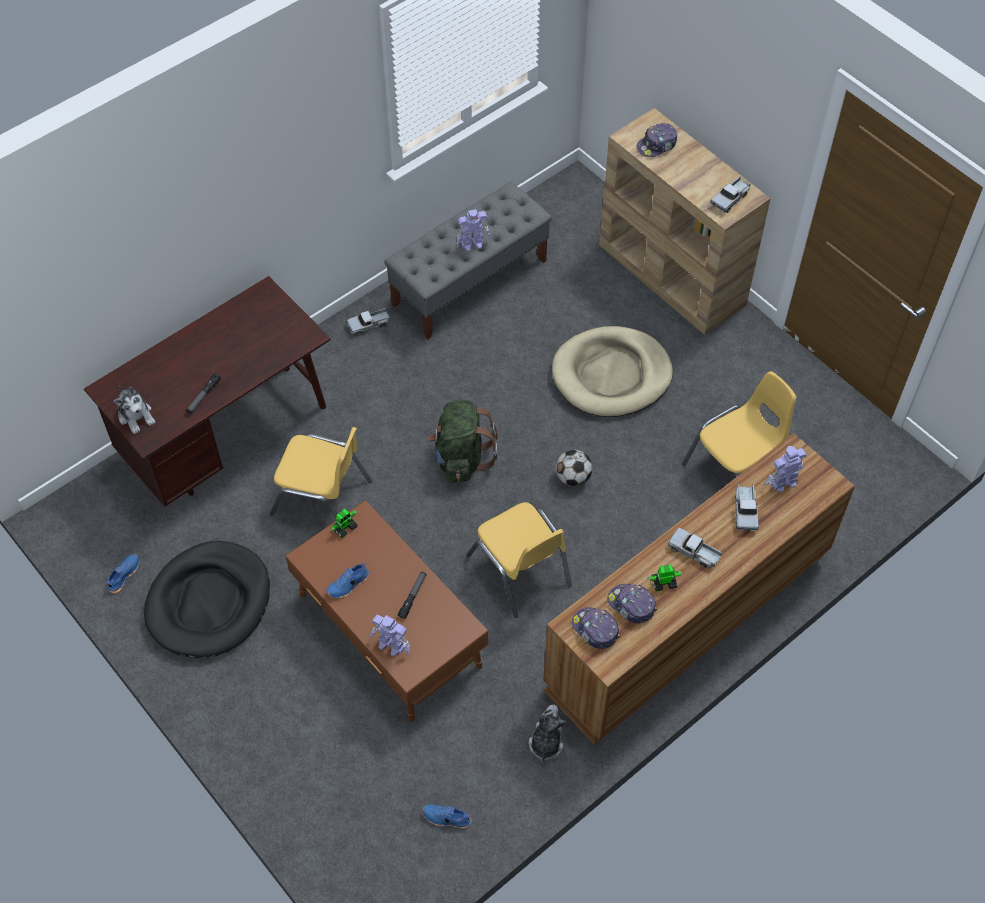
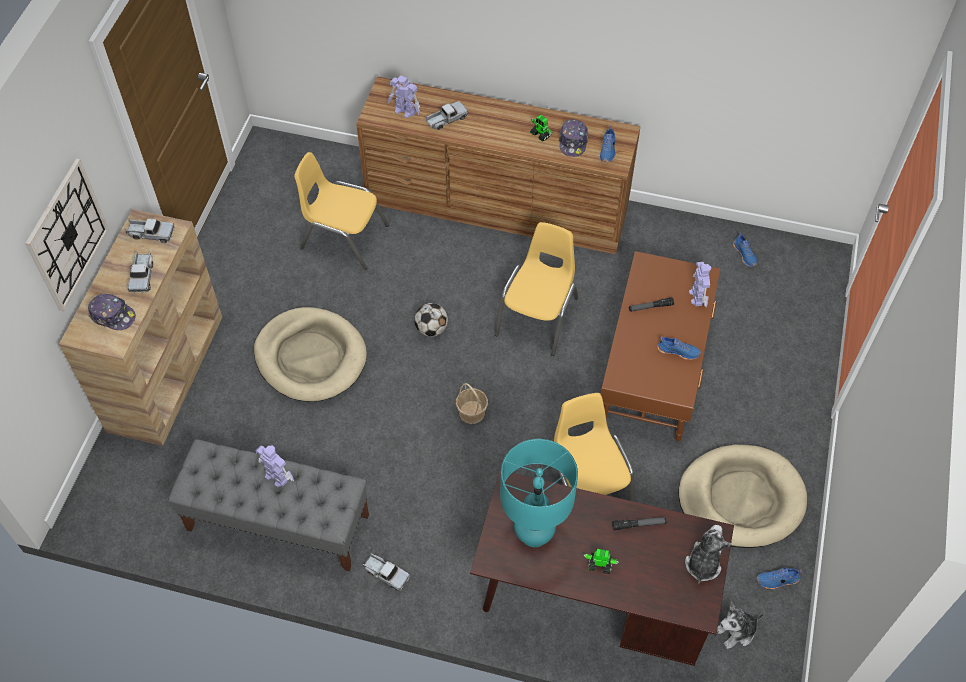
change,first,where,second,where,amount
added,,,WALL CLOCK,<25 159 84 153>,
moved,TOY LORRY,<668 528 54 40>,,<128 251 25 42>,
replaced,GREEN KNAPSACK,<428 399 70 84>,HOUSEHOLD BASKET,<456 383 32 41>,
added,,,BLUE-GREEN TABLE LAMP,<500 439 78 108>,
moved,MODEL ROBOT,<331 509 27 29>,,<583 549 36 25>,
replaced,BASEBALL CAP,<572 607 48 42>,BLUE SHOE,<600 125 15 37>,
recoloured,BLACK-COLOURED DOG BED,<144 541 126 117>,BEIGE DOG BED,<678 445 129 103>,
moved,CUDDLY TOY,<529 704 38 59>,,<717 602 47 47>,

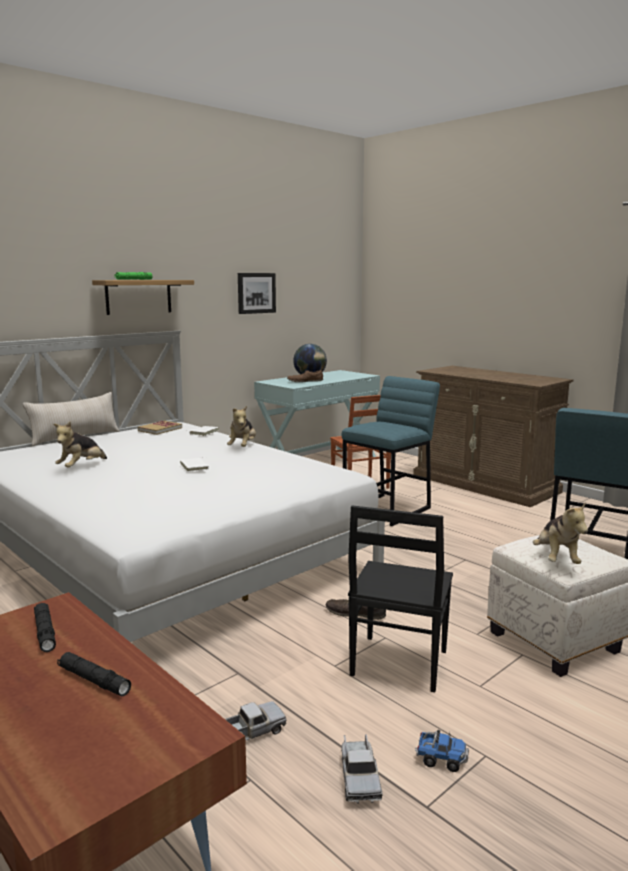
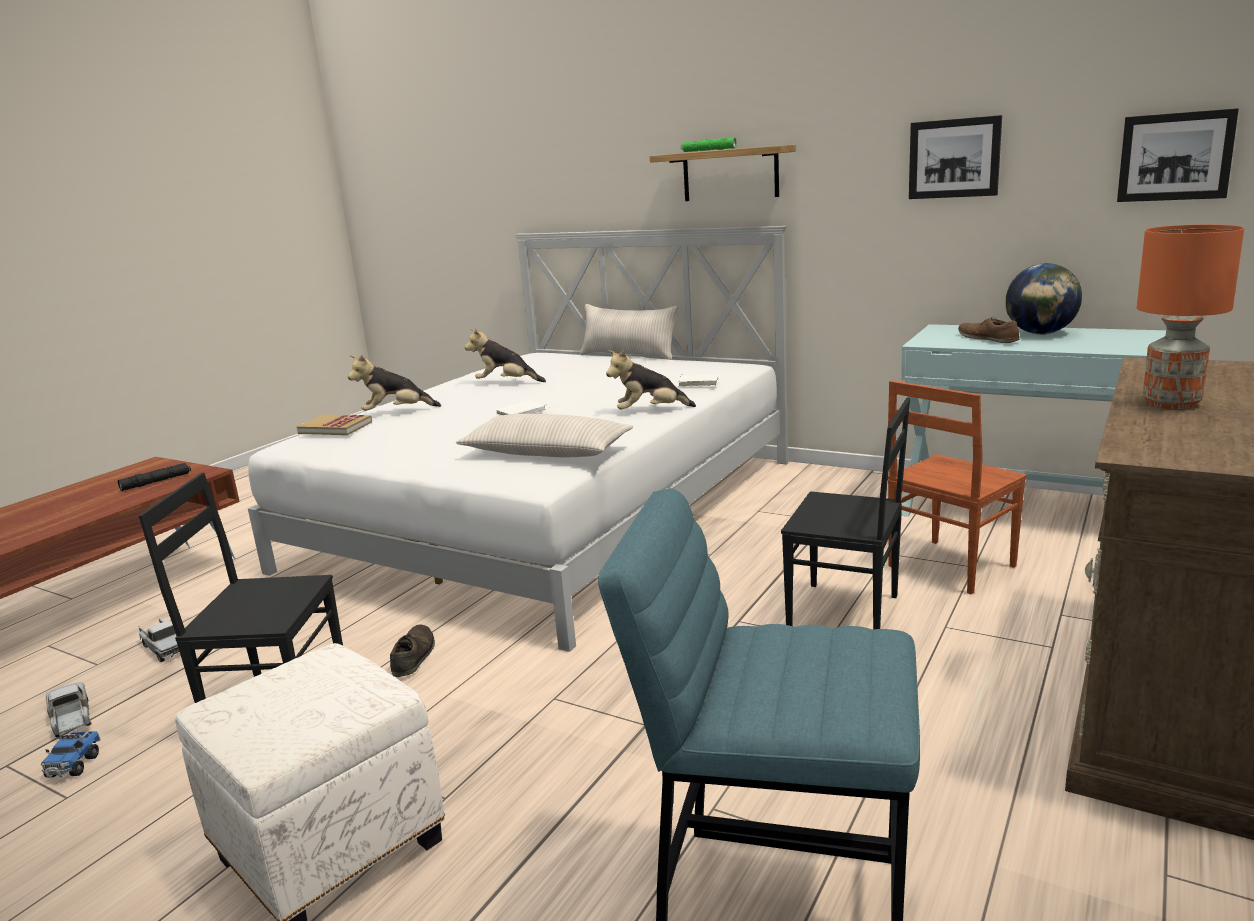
change,first,where,second,where,amount
turned,TOY LORRY,<341 734 42 70>,,<46 682 45 55>,75 degrees clockwise
moved,BOOK,<138 421 44 14>,,<297 415 75 20>,
moved,CUDDLY TOY,<533 502 55 62>,,<348 355 93 56>,
added,,,BEIGE PILLOW,<456 414 177 43>,
replaced,BLUE STOOL SEAT,<342 376 98 150>,BLACK-COLOURED CHAIR,<781 398 129 231>,
added,,,WALL ART,<1117 108 122 94>,
added,,,ORANGEY TABLE LAMP,<1137 224 107 185>,
removed,BLACK-COLOURED HAND TORCH,<57 652 74 44>,,,

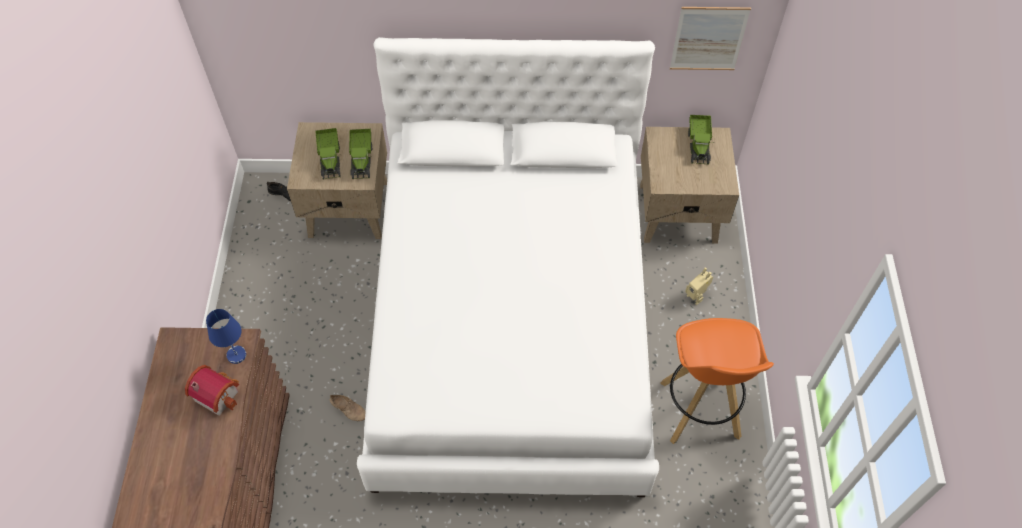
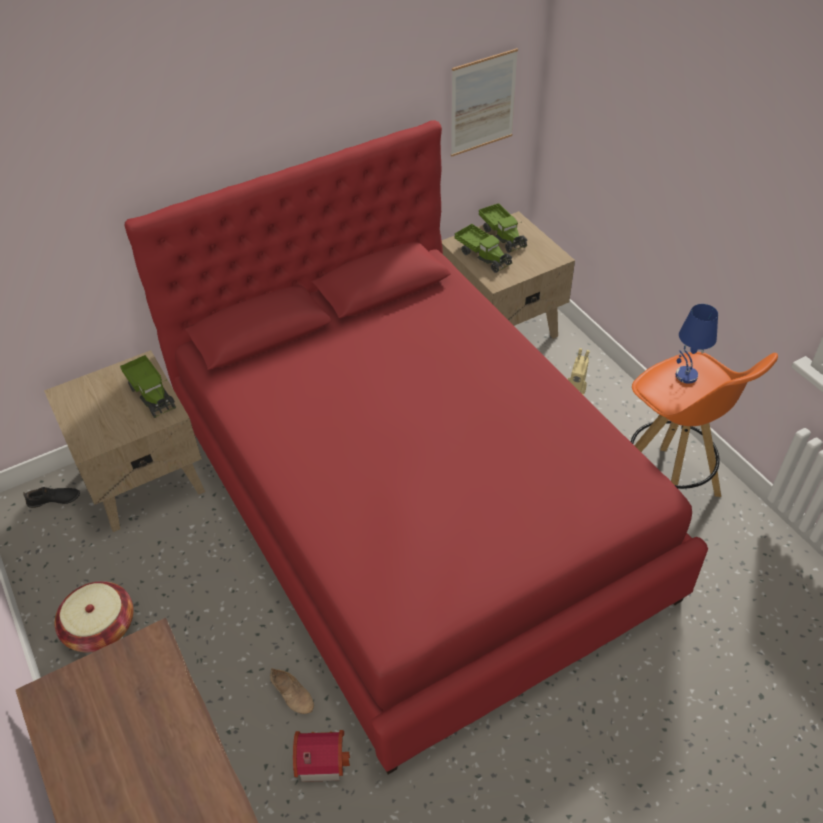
change,first,where,second,where,amount
added,,,HOUSEHOLD BASKET,<54 581 79 71>,
recoloured,WHITE-COLOURED SLEEPING BED,<357 37 302 460>,RED SLEEPING BED,<125 120 583 654>,
turned,BEIGE SHOE,<330 395 36 26>,,<270 668 44 46>,45 degrees clockwise
moved,MINIATURE HOUSE,<185 365 54 51>,,<293 730 57 52>,
moved,TOY LORRY,<315 128 26 52>,,<455 224 57 49>,
moved,BLUE TABLE LAMP,<206 309 40 55>,,<676 304 42 79>,

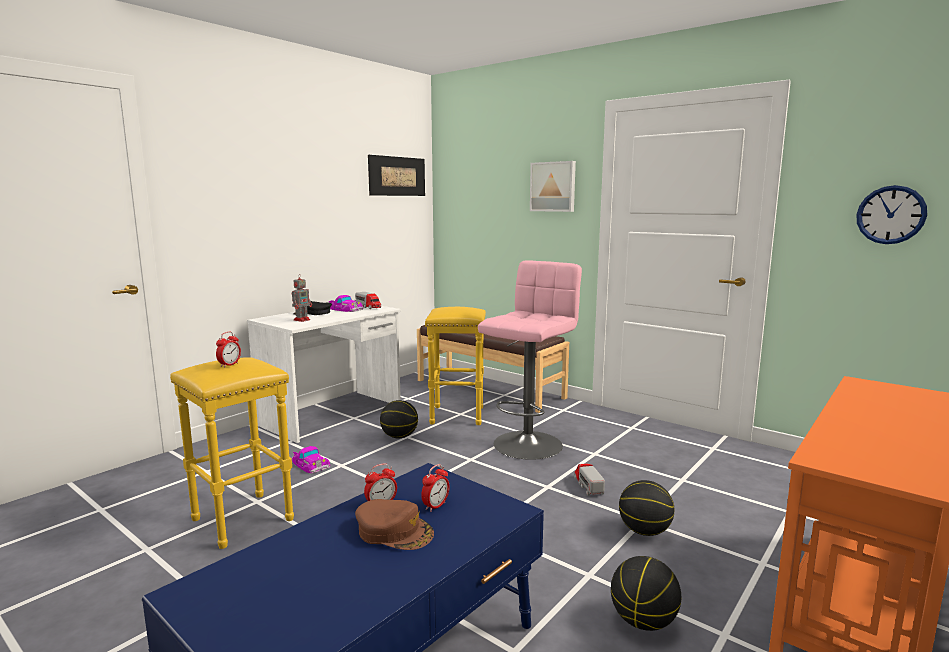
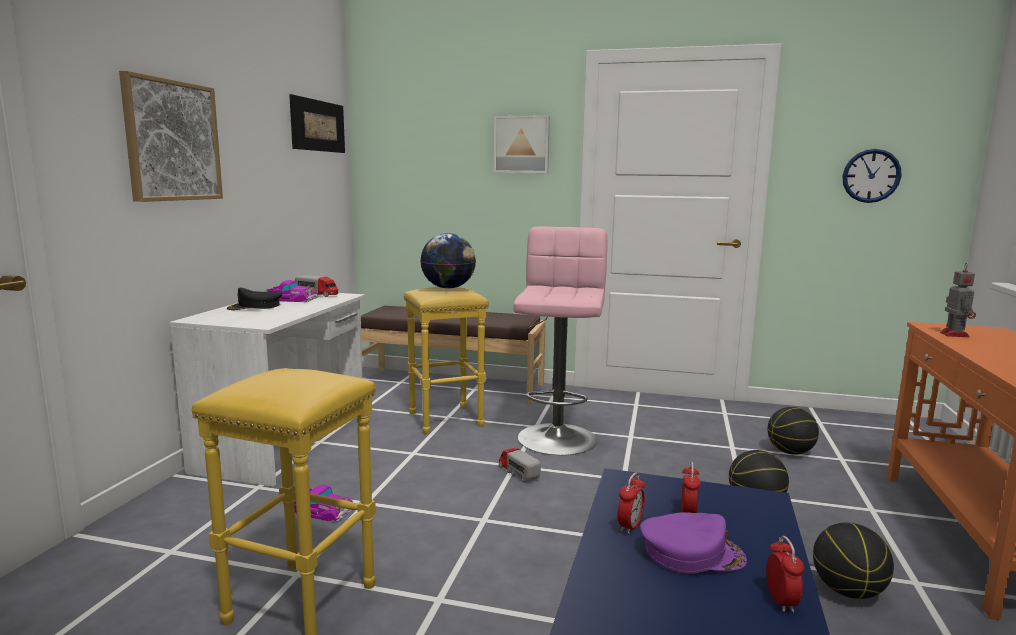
change,first,where,second,where,amount
added,,,WALL ART,<119 71 104 131>,
added,,,GLOBE,<420 233 56 56>,
moved,TOY LORRY,<574 463 31 33>,,<499 448 42 35>,
recoloured,BROWN BASEBALL CAP,<355 499 79 51>,PURPLISH BASEBALL CAP,<640 512 107 62>,
moved,ALARM CLOCK,<216 332 25 36>,,<766 536 38 77>,
moved,BASKETBALL,<380 400 38 38>,,<767 407 52 48>,
moved,MODEL ROBOT,<292 274 20 48>,,<940 263 36 74>,

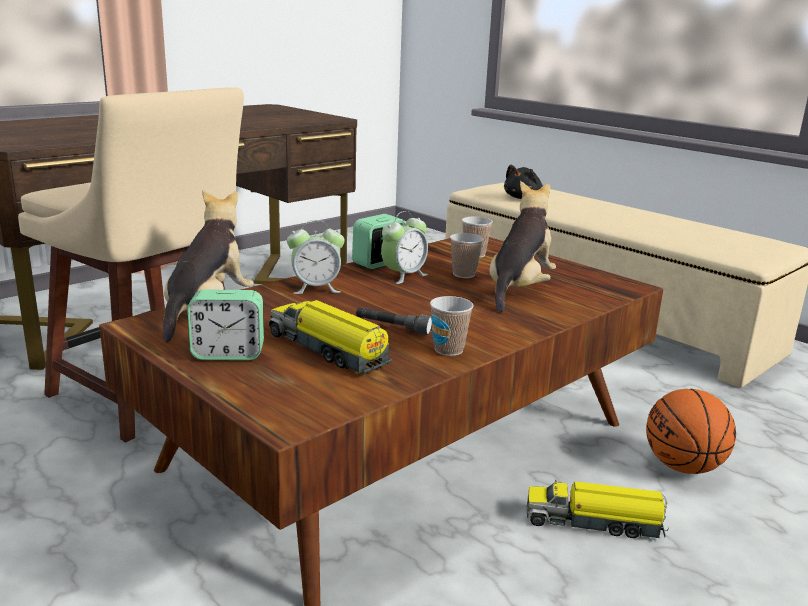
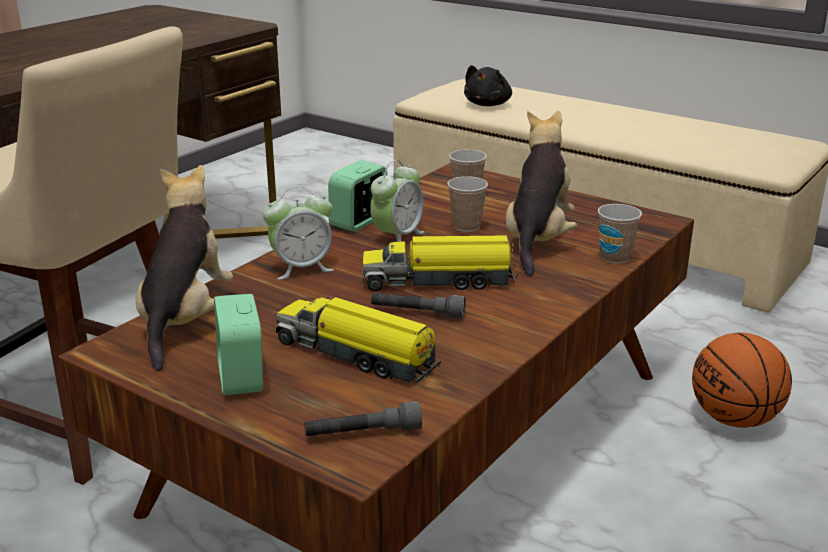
change,first,where,second,where,amount
turned,ALARM CLOCK,<187 290 77 70>,,<214 294 49 101>,90 degrees clockwise
added,,,GREYISH HAND TORCH,<304 401 118 35>,
moved,TOY LORRY,<527 481 142 57>,,<363 235 155 56>,
moved,CUP,<430 296 44 60>,,<598 204 44 60>,

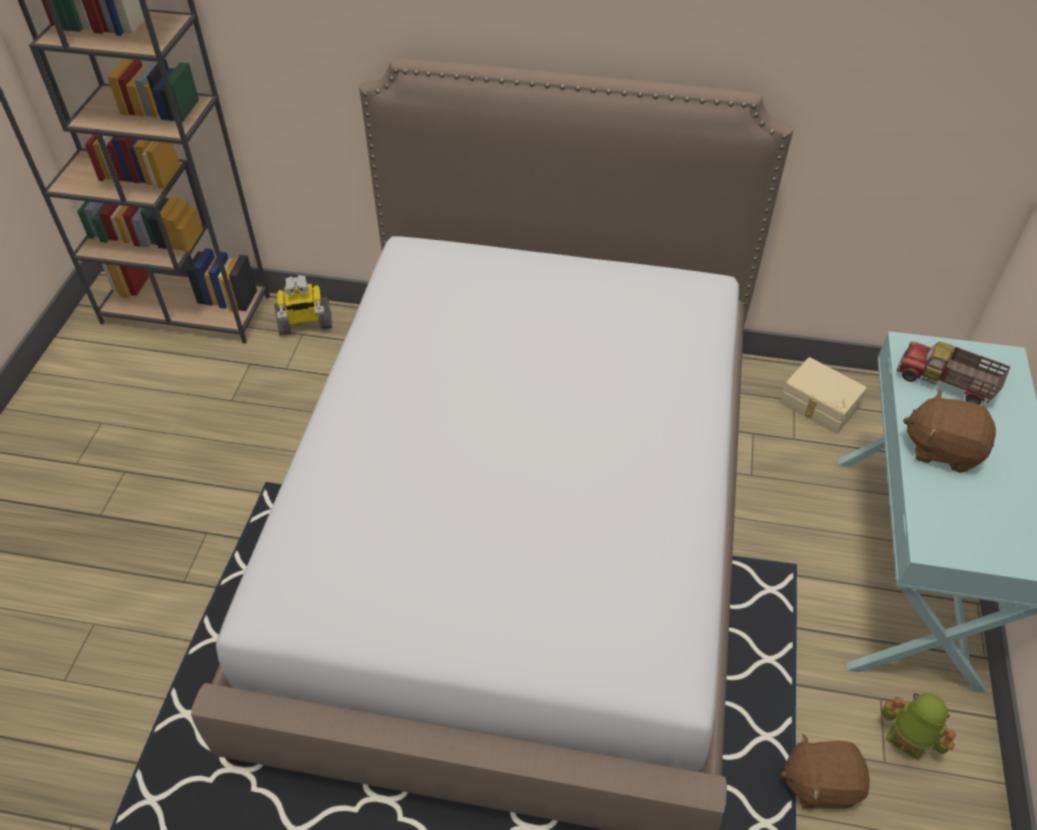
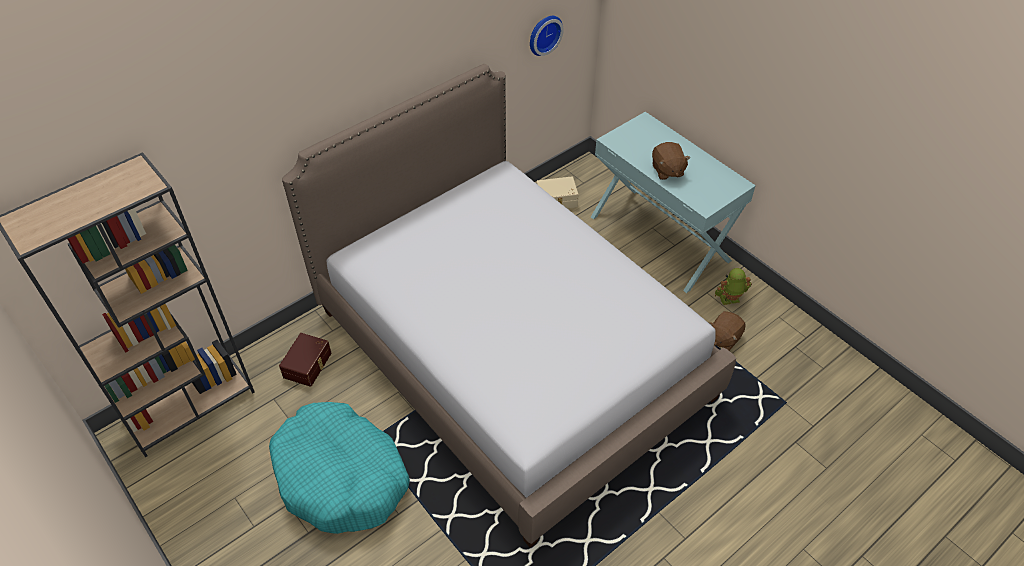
change,first,where,second,where,amount
added,,,BLUE-GREEN DOG BED,<269 402 141 132>,
added,,,BROWN STORAGE BOX,<279 333 53 54>,
added,,,WALL CLOCK,<530 16 34 40>,
turned,BROWN CUDDLY TOY,<903 389 93 84>,,<652 142 39 38>,75 degrees counterclockwise
removed,MODEL ROBOT,<274 275 58 60>,,,
removed,TOY LORRY,<897 341 113 63>,,,

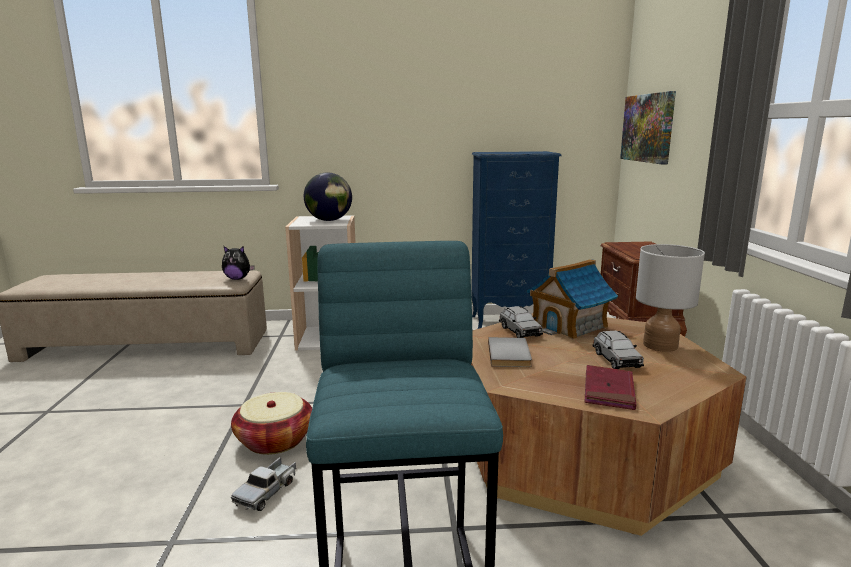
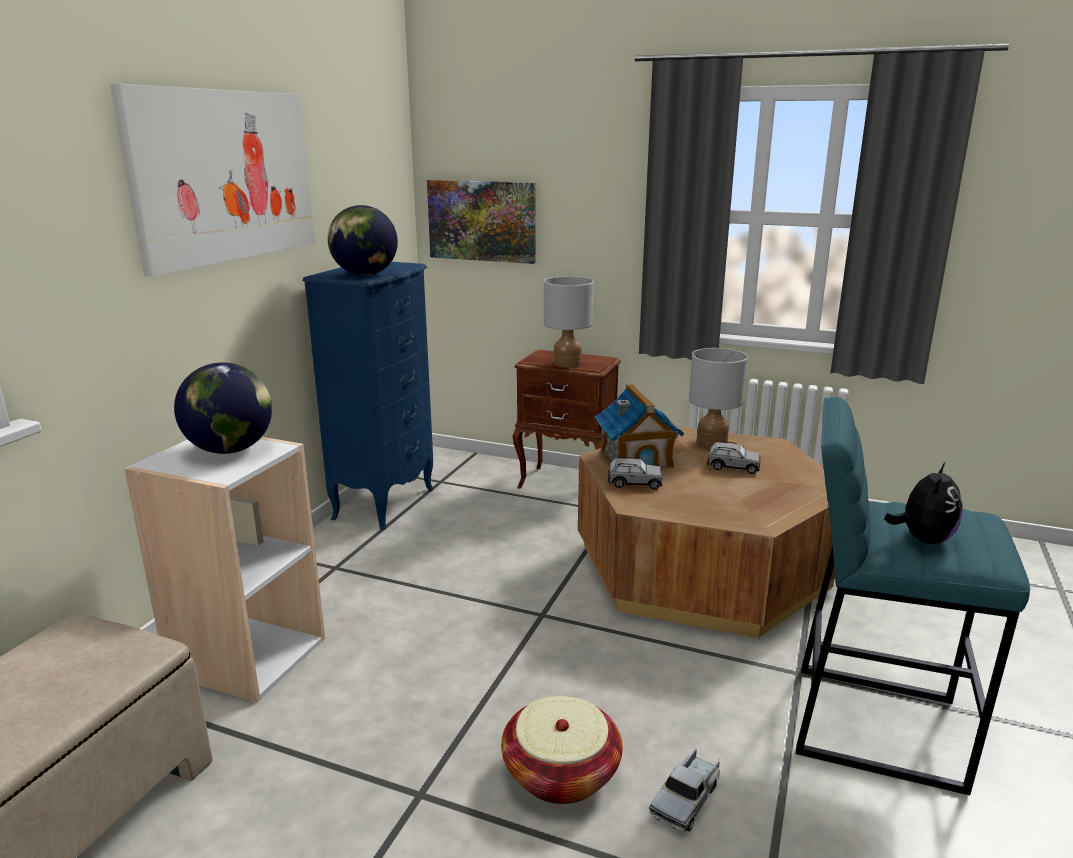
change,first,where,second,where,amount
added,,,WALL ART,<110 84 205 193>,
added,,,GLOBE,<328 205 70 71>,
added,,,GREYISH TABLE LAMP,<544 276 49 92>,
turned,TOY LORRY,<231 457 65 54>,,<649 748 71 83>,75 degrees clockwise
moved,CUDDLY TOY,<222 246 33 34>,,<884 462 79 82>,
removed,GREYISH BOOK,<488 337 44 30>,,,
removed,RED BOOK,<585 365 51 45>,,,

